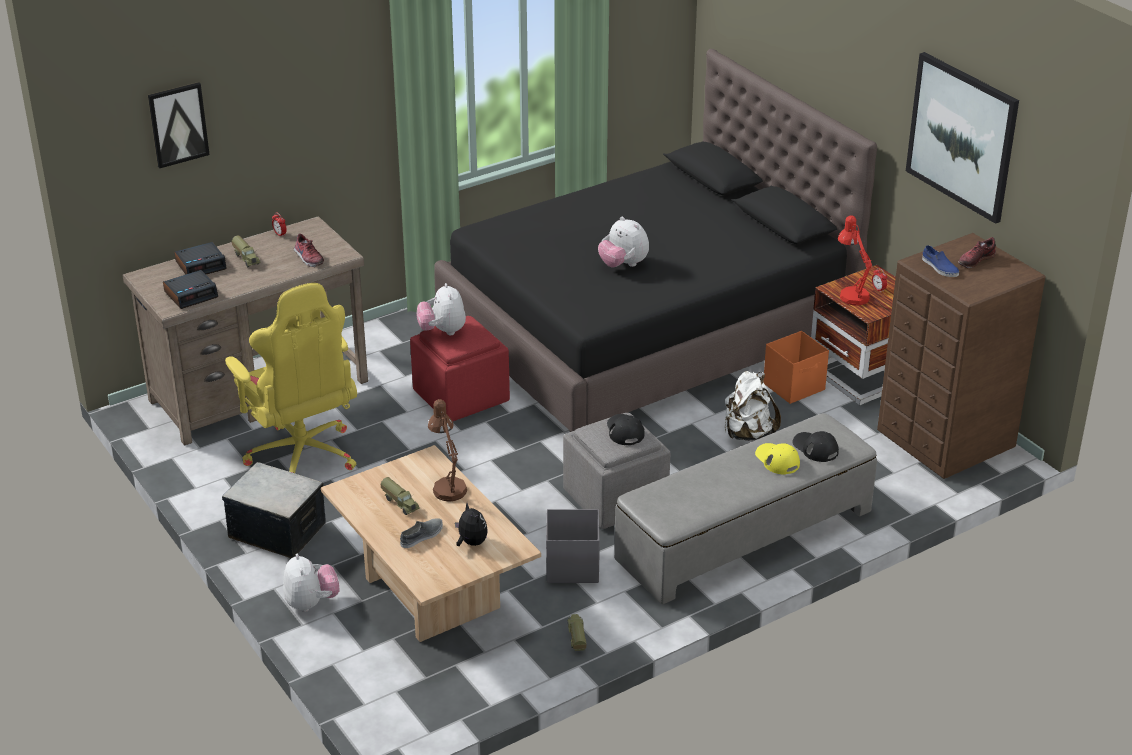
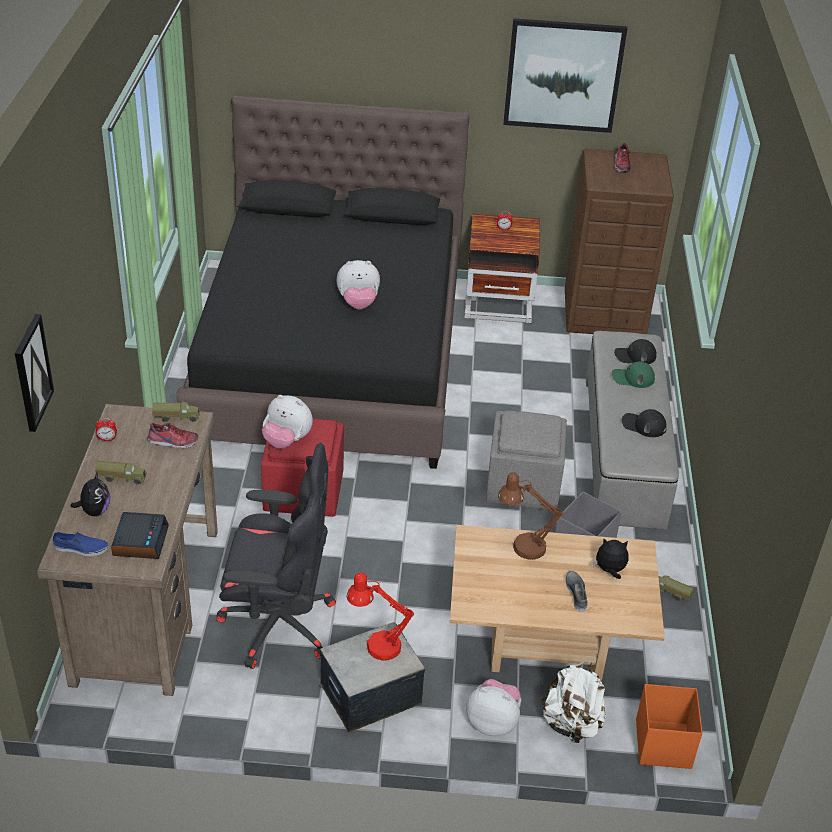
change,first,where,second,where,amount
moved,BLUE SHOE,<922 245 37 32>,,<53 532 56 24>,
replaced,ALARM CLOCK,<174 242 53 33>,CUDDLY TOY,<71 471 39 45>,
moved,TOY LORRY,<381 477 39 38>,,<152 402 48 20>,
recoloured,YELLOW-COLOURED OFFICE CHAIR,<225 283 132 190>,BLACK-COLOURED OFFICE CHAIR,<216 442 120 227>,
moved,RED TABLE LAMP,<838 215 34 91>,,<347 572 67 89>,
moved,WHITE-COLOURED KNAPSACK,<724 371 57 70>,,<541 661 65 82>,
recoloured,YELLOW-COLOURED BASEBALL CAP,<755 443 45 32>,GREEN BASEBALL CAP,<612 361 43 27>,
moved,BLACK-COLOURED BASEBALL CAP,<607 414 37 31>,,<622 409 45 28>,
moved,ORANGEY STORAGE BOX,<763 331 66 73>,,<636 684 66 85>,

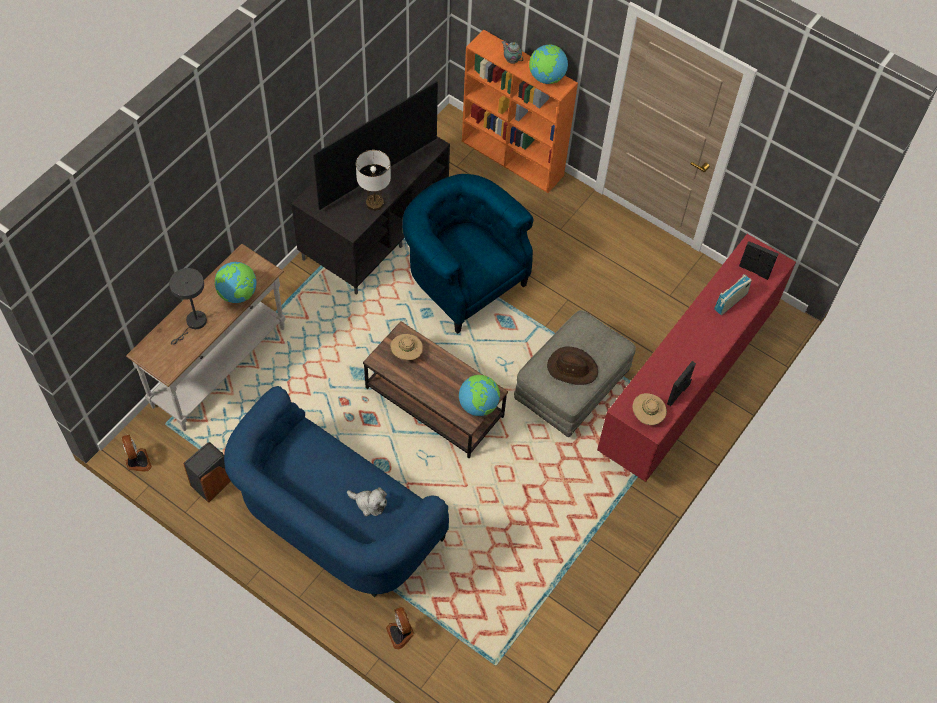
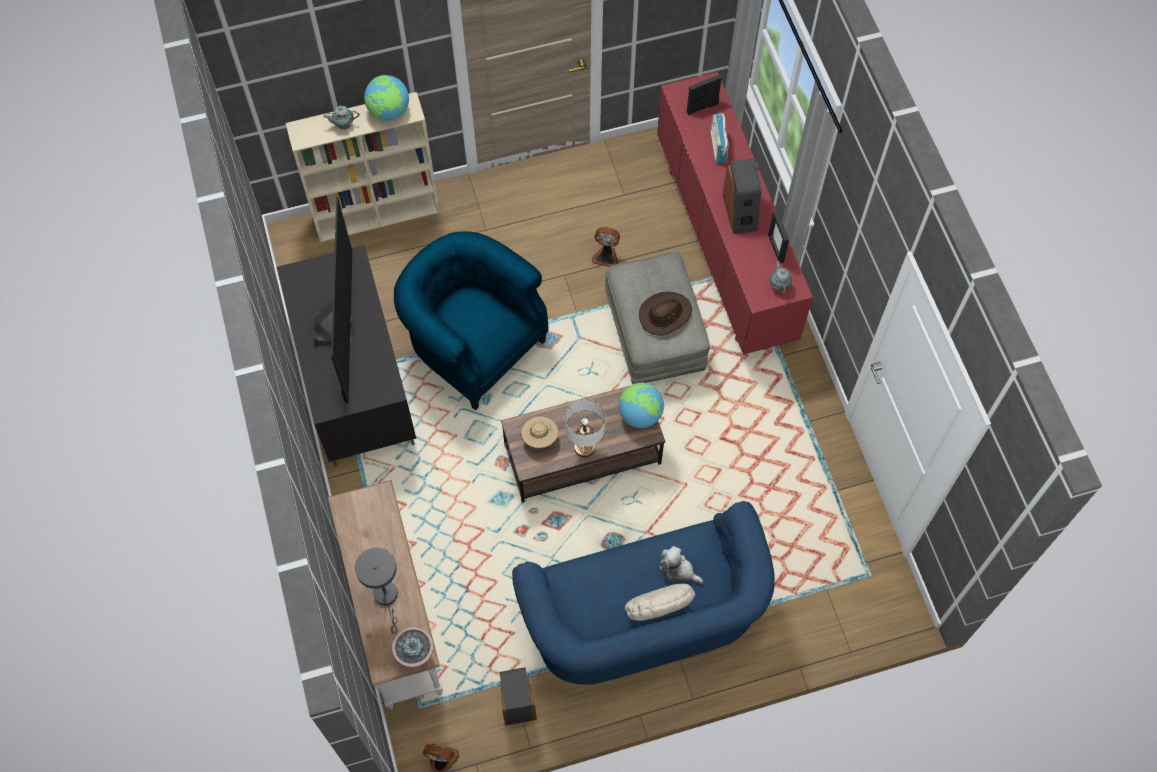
change,first,where,second,where,amount
recoloured,ORANGEY BOOKSHELF,<462 30 116 163>,BEIGE BOOKSHELF,<286 92 154 150>,
added,,,PLANT IN A POT,<391 627 43 41>,
turned,BLUE EASY CHAIR,<402 174 131 160>,,<394 231 155 180>,45 degrees clockwise
moved,TABLE LAMP,<356 150 35 61>,,<565 399 40 59>,
moved,COOLING FAN,<386 607 28 43>,,<591 227 29 40>,
added,,,BEIGE PILLOW,<625 584 70 37>,
turned,CUDDLY TOY,<347 487 40 30>,,<659 546 44 38>,120 degrees counterclockwise
added,,,LOUDSPEAKER,<722 158 39 76>,
replaced,BEIGE HAT,<633 393 34 32>,TEA POT,<770 261 22 33>,
removed,GLOBE,<215 262 42 41>,,,

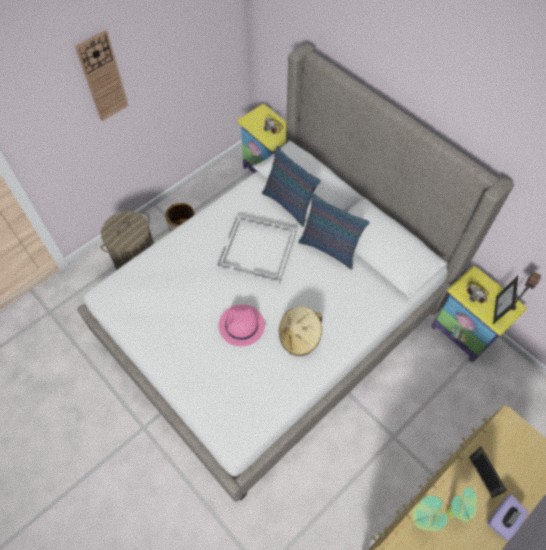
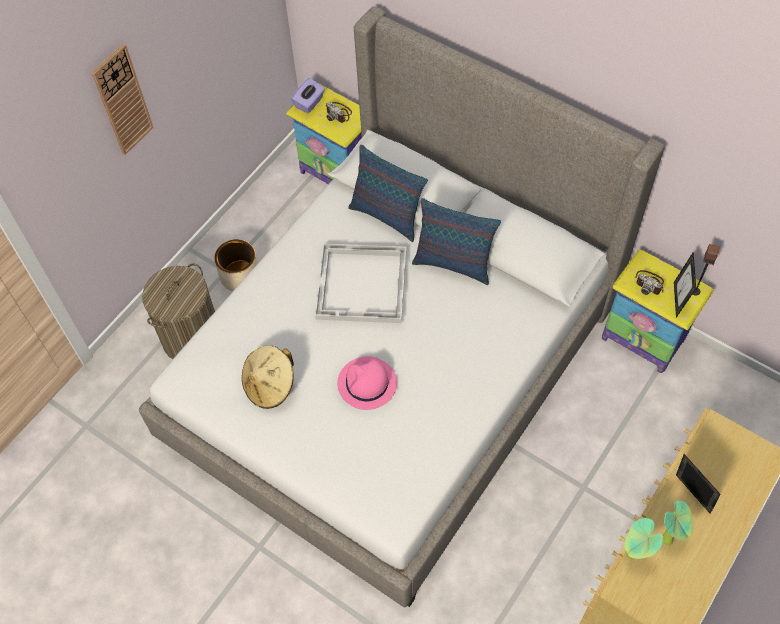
change,first,where,second,where,amount
moved,BEIGE HAT,<279 306 43 50>,,<242 345 52 64>,
moved,PURPLISH TISSUE HOLDER,<487 494 41 47>,,<291 78 34 35>,

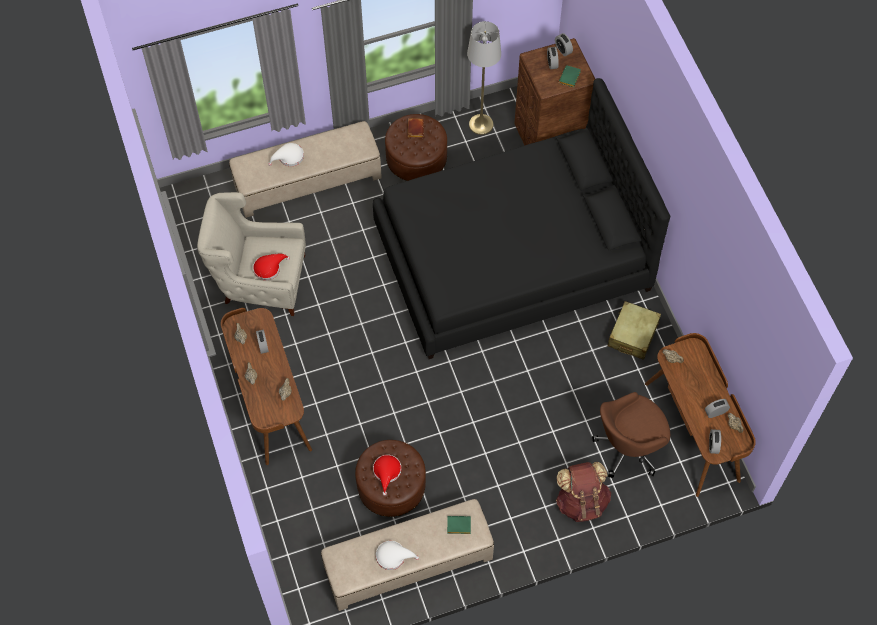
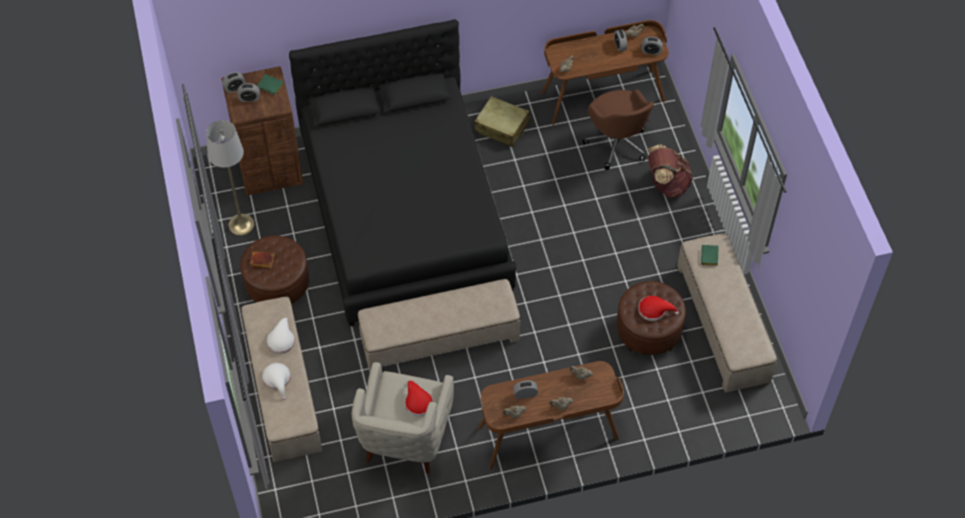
change,first,where,second,where,amount
moved,WHITE-COLOURED HAT,<376 541 43 29>,,<267 318 28 36>,
added,,,BEIGE LONG SEAT,<358 279 162 93>,

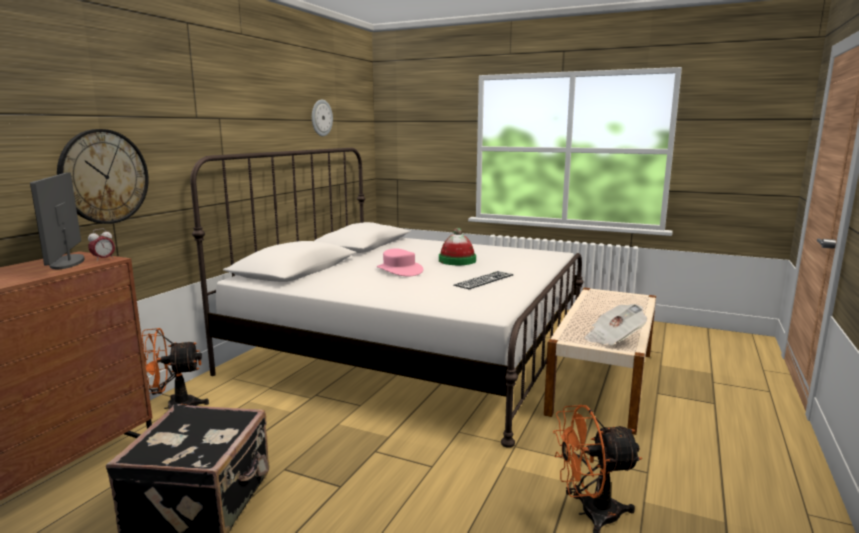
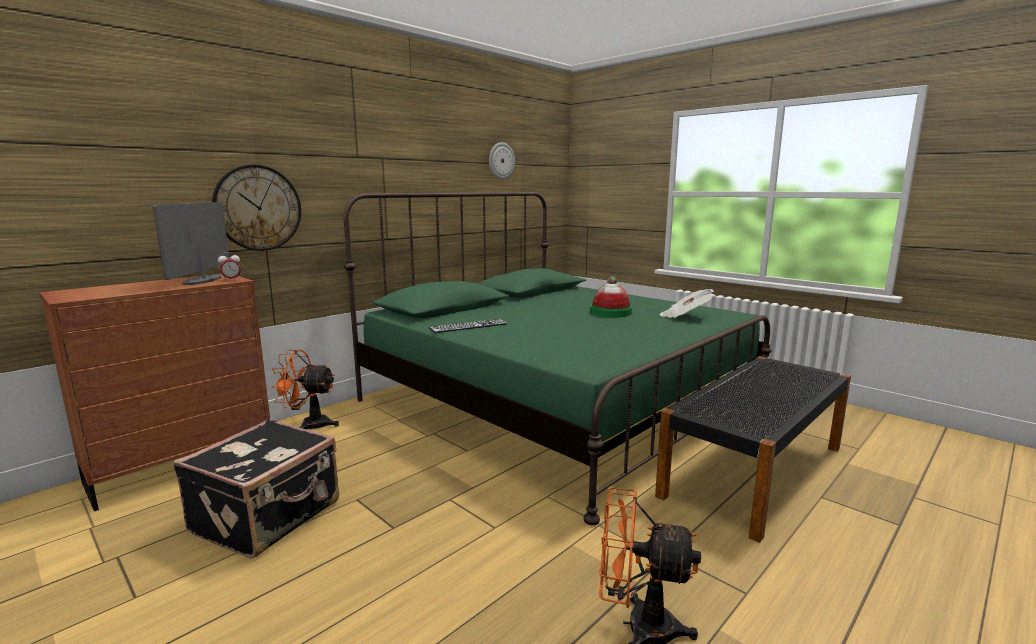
change,first,where,second,where,amount
recoloured,WHITE-COLOURED SLEEPING BED,<190 148 394 300>,GREEN SLEEPING BED,<344 192 428 333>,
moved,PC KEYBOARD,<453 271 60 18>,,<428 319 79 14>,
recoloured,BEIGE LONG SEAT,<544 288 112 147>,BLACK-COLOURED LONG SEAT,<655 356 196 187>,
moved,DAILY PAPER,<584 304 63 42>,,<660 289 54 29>,
removed,PINK-COLOURED HAT,<377 248 46 28>,,,

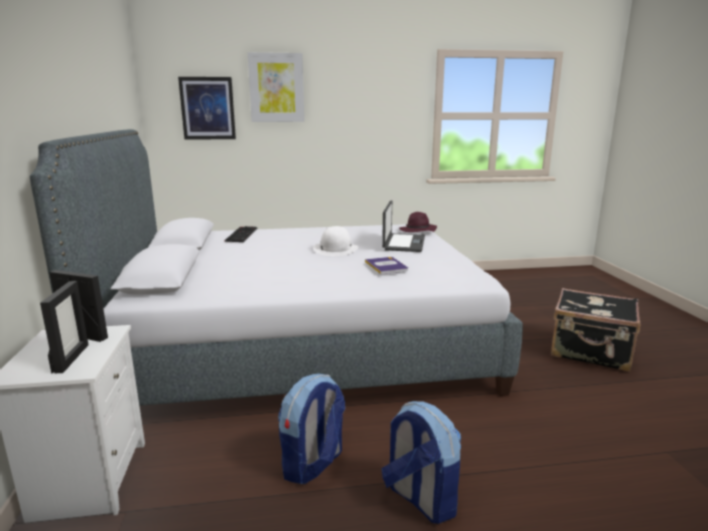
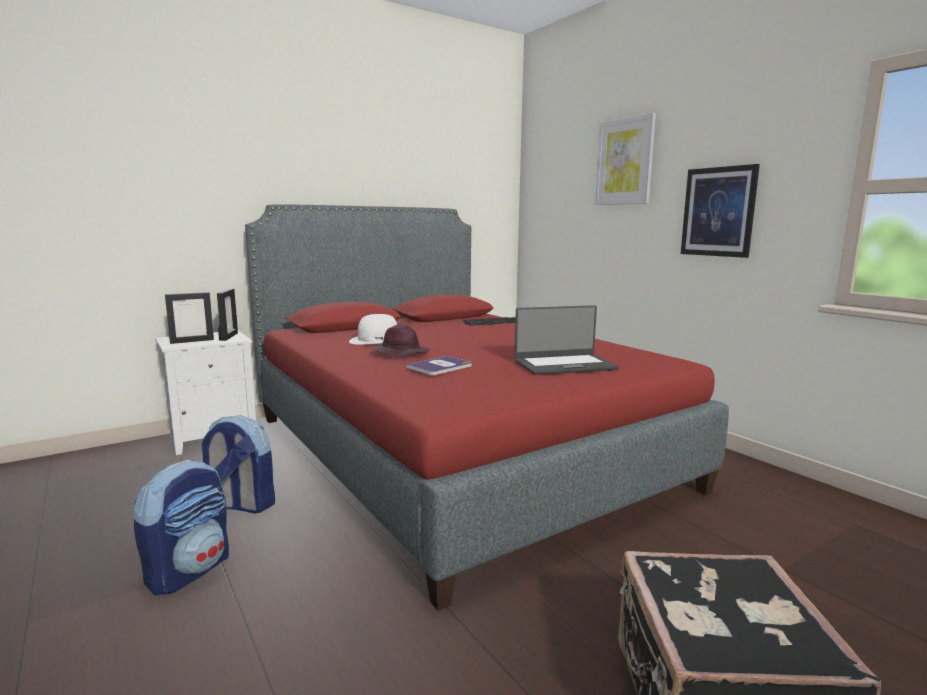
change,first,where,second,where,amount
recoloured,GREYISH SLEEPING BED,<30 129 493 277>,RED SLEEPING BED,<245 204 484 406>,
moved,WHITE-COLOURED HAT,<313 226 46 30>,,<349 314 48 31>,
moved,PURPLISH HAT,<399 212 38 20>,,<371 324 59 34>,
moved,WALL ART,<178 77 58 63>,,<681 164 79 94>,

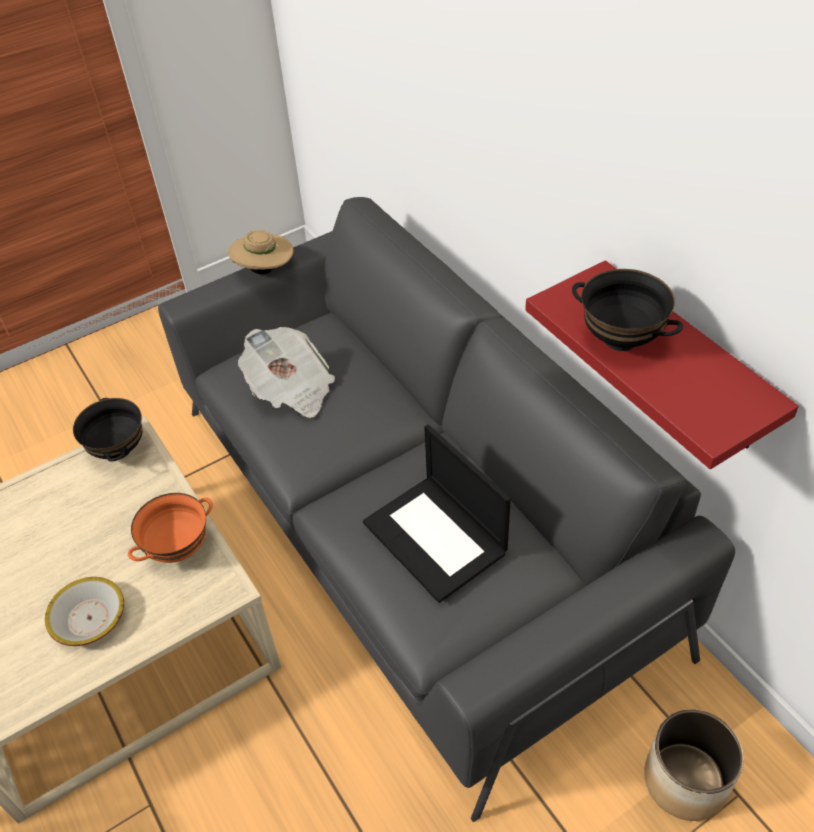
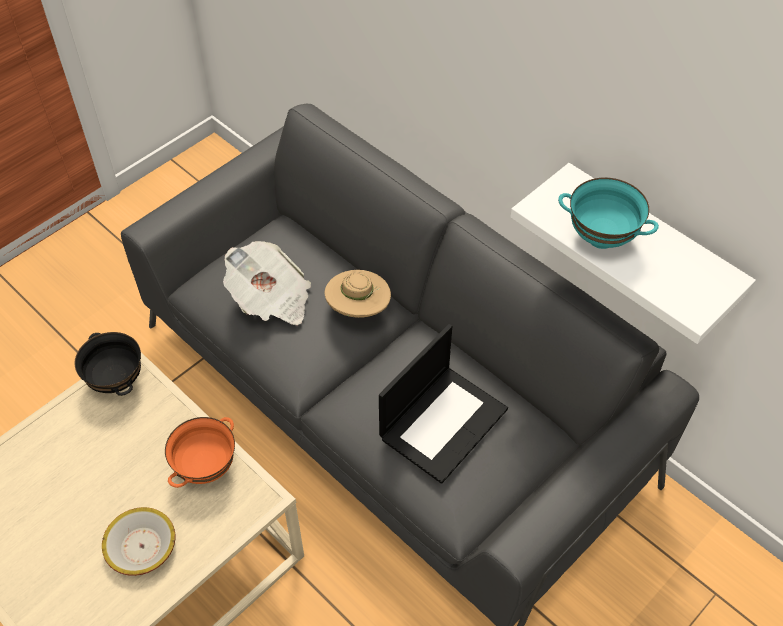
change,first,where,second,where,amount
moved,BEIGE HAT,<228 230 65 44>,,<325 270 66 48>,
turned,NOTEBOOK COMPUTER,<363 425 148 178>,,<379 324 129 160>,90 degrees counterclockwise
recoloured,RED BRACKET SHELF,<525 260 274 209>,WHITE-COLOURED BRACKET SHELF,<510 163 246 181>,
recoloured,BLACK-COLOURED DEEP DISH,<572 269 111 82>,BLUE-GREEN DEEP DISH,<558 178 101 71>,
removed,PLANTER,<644 709 100 112>,,,

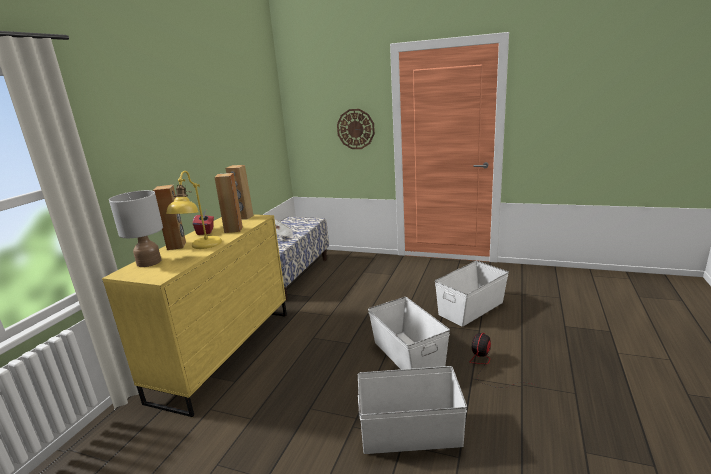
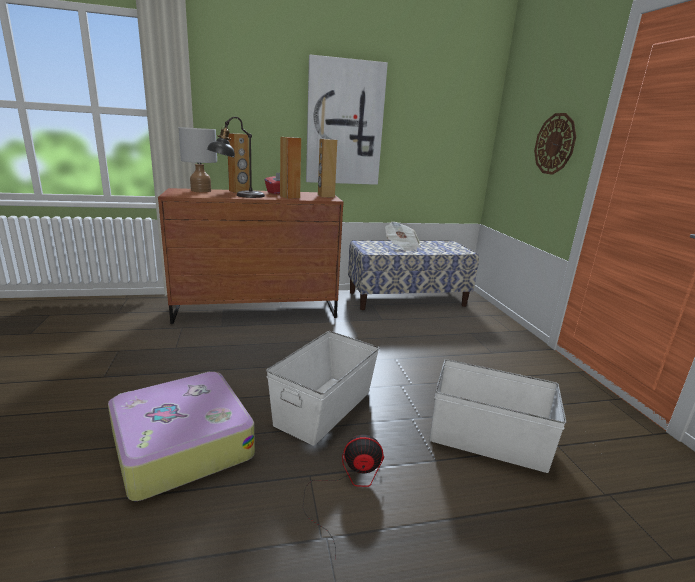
change,first,where,second,where,amount
replaced,WHITE-COLOURED STORAGE BOX,<358 366 109 88>,TRAVEL CASE,<108 372 147 129>,
recoloured,YELLOW-COLOURED DRAWER CHEST,<102 214 185 203>,BROWN DRAWER CHEST,<158 188 186 136>,
recoloured,YELLOW-COLOURED TABLE LAMP,<166 171 56 78>,GREYISH TABLE LAMP,<207 117 58 81>,
added,,,WALL ART,<306 55 82 130>,

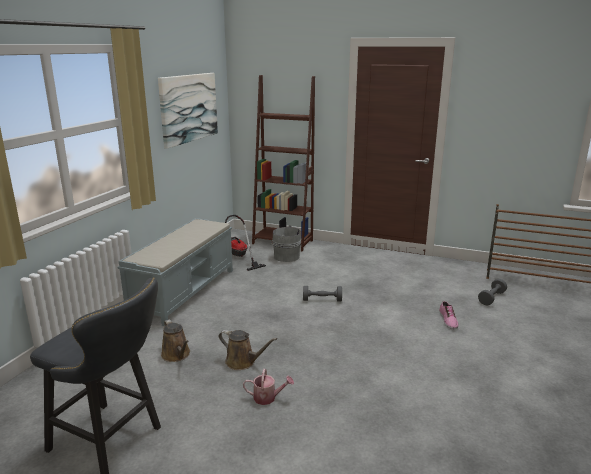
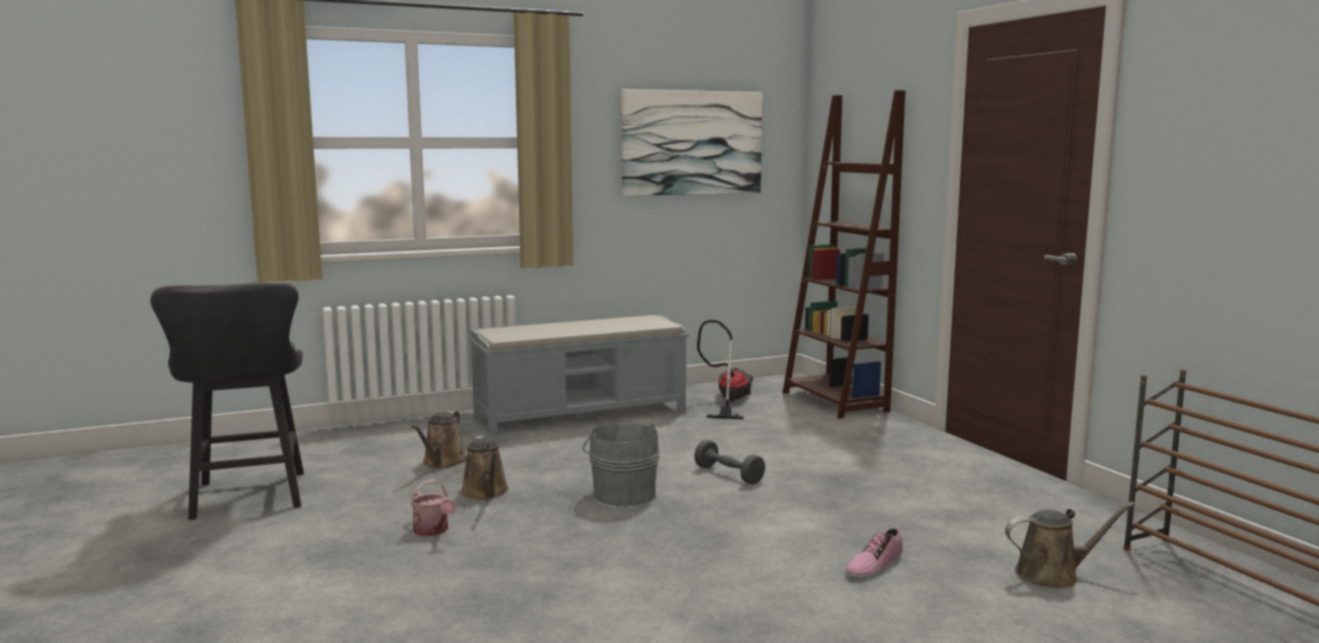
change,first,where,second,where,amount
moved,GREYISH WATER BUCKET,<271 225 30 37>,,<583 423 77 83>,
replaced,GREYISH HAND WEIGHT,<478 279 29 27>,BROWN SPRINKLING CAN,<1005 502 130 87>,

